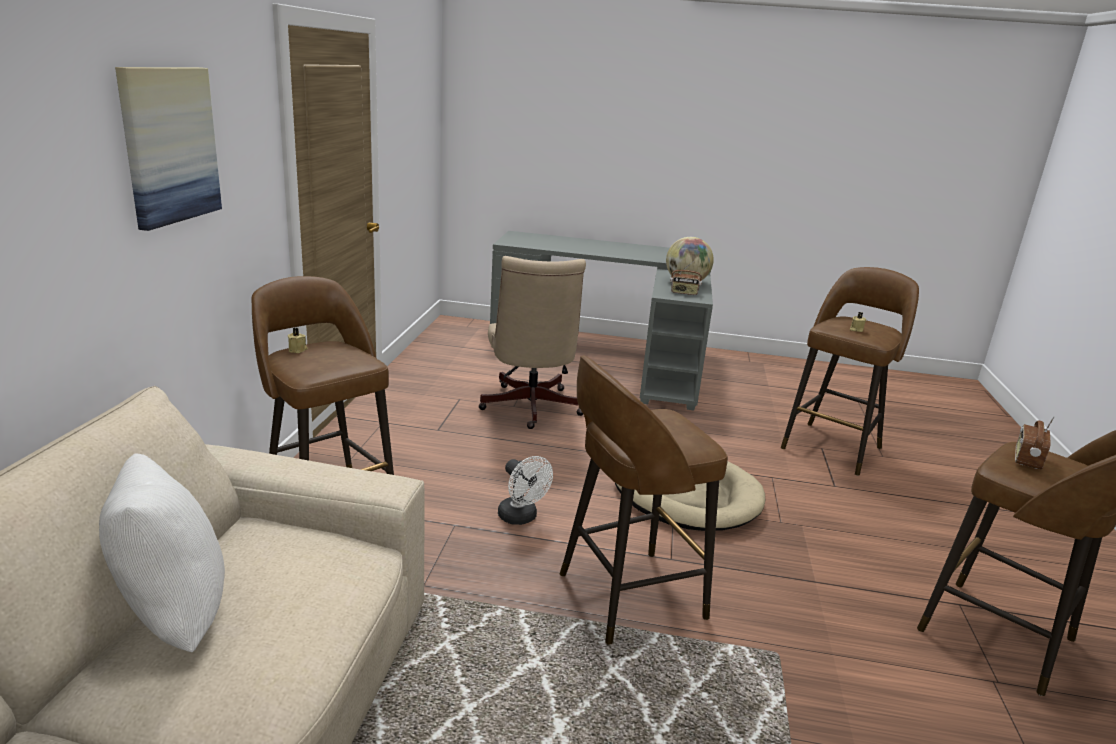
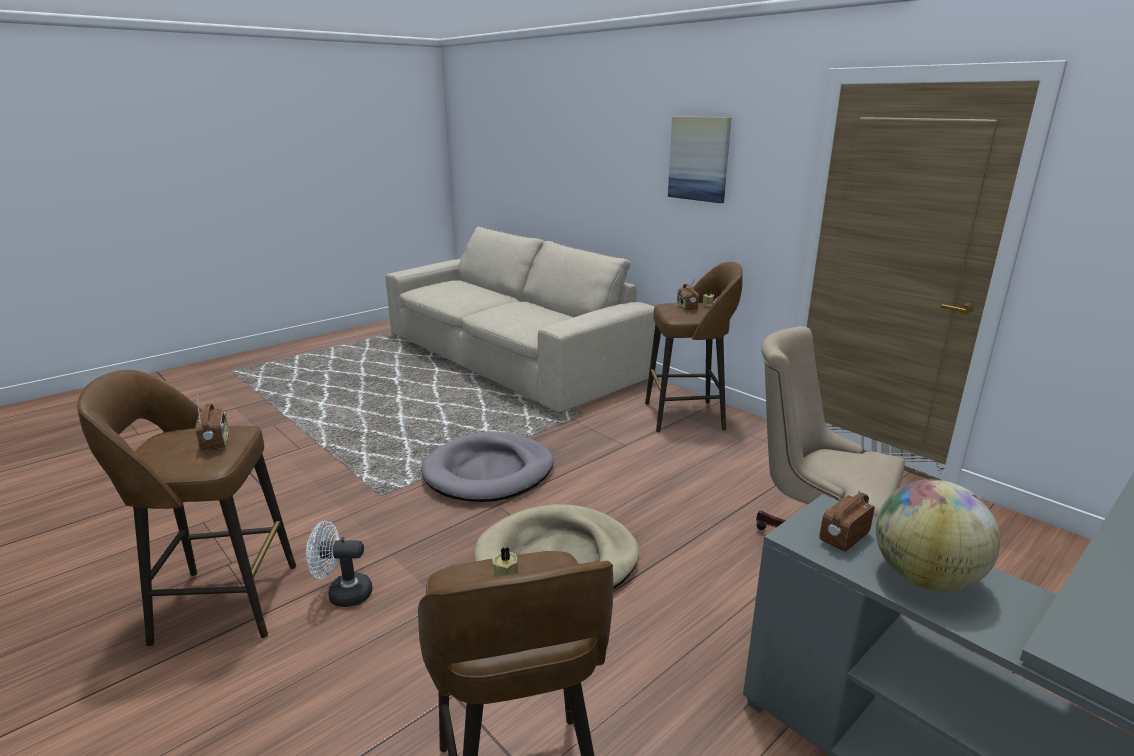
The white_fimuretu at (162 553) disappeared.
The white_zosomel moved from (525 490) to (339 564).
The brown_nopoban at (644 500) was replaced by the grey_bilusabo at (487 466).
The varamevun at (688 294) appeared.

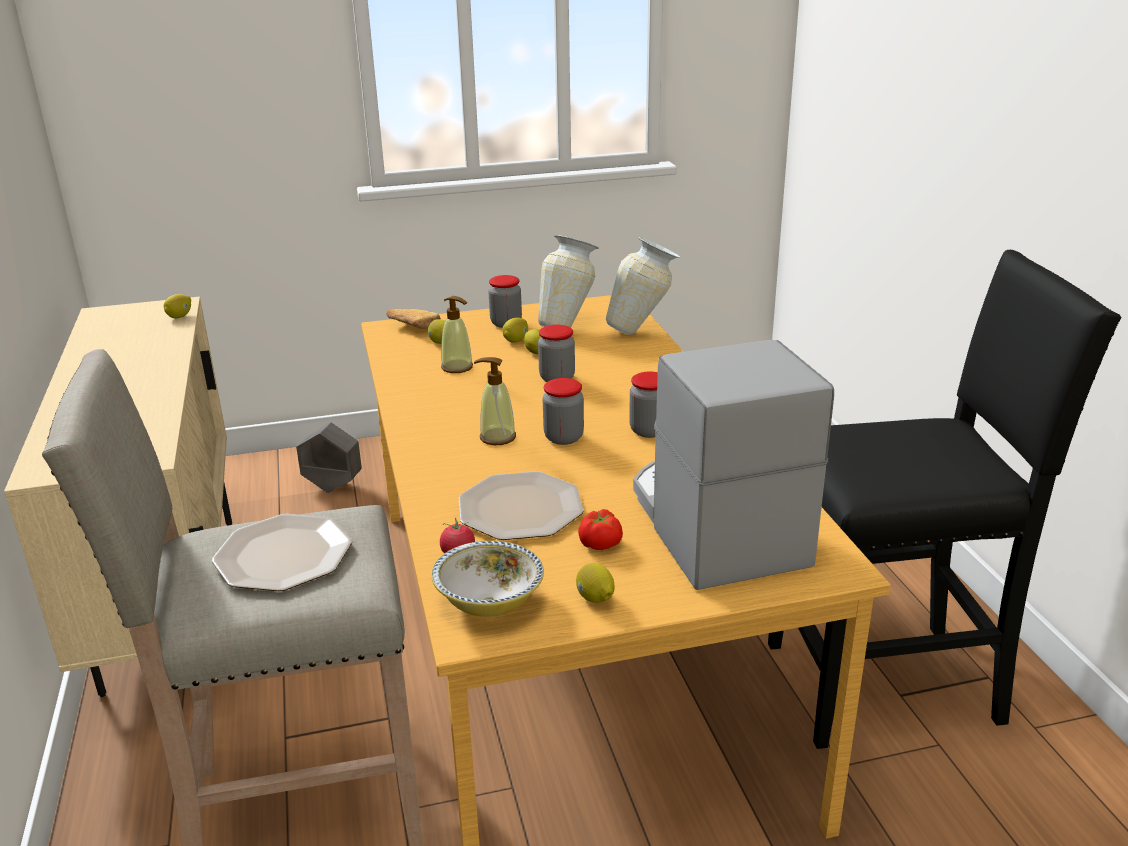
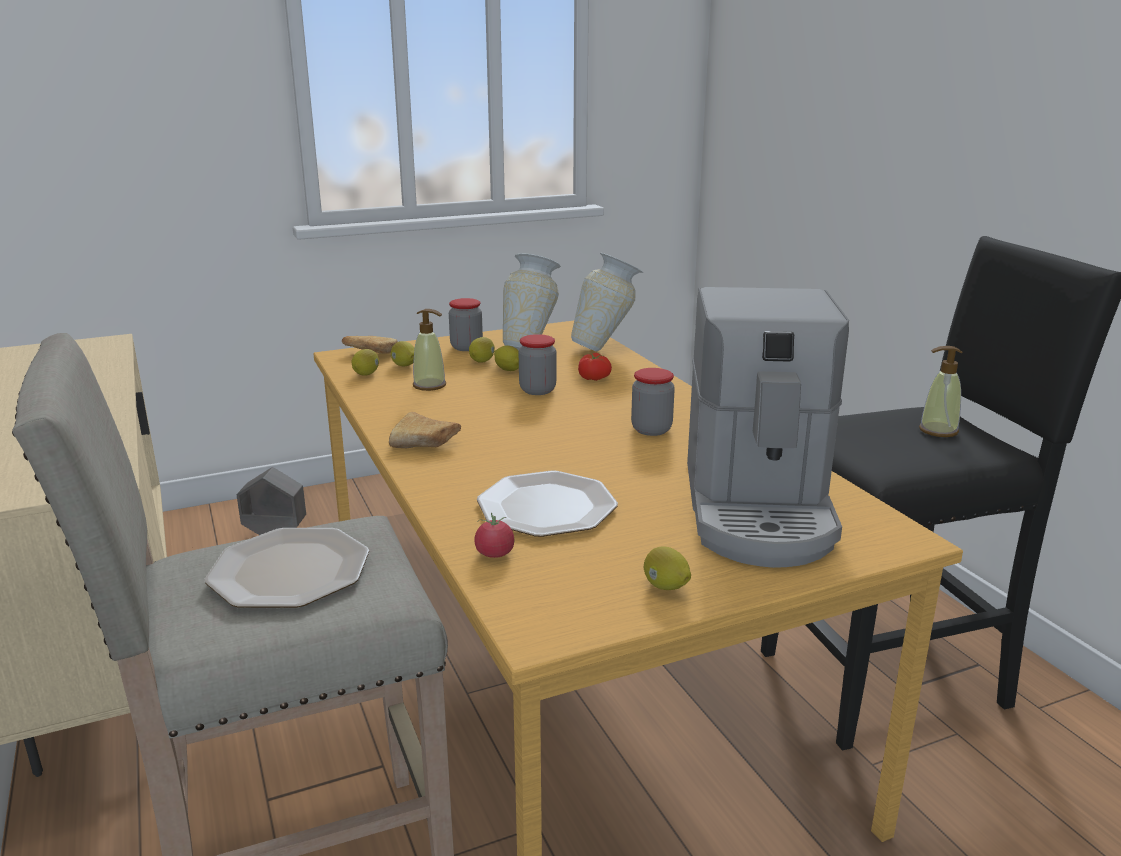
The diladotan moved from (177 306) to (365 362).
The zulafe at (487 579) disappeared.
The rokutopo moved from (495 401) to (940 391).
The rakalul at (563 411) disappeared.
The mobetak moved from (600 529) to (595 367).
The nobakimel at (733 465) turned 150 degrees counterclockwise.
The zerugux at (425 430) appeared.

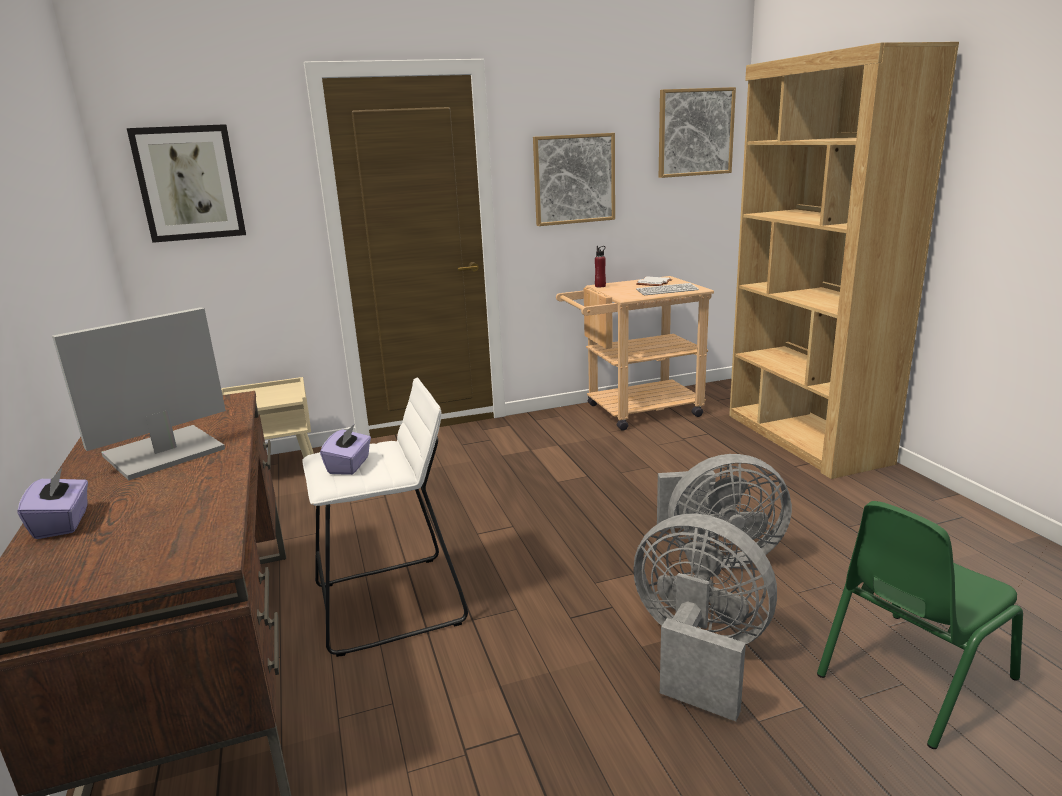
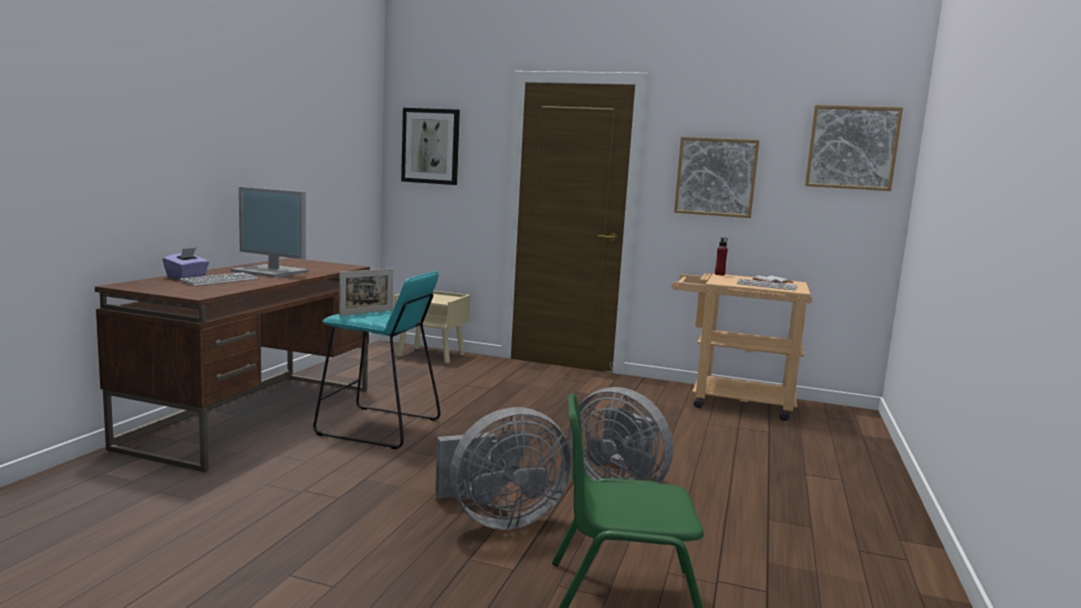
The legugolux at (139 393) turned 150 degrees counterclockwise.
The white_nopoban at (385 517) became the turquoise_nopoban at (376 360).
The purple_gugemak at (345 450) was replaced by the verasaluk at (366 292).
The grey_zosomel at (705 618) turned 90 degrees clockwise.
The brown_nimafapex at (844 260) disappeared.
The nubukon at (218 279) appeared.

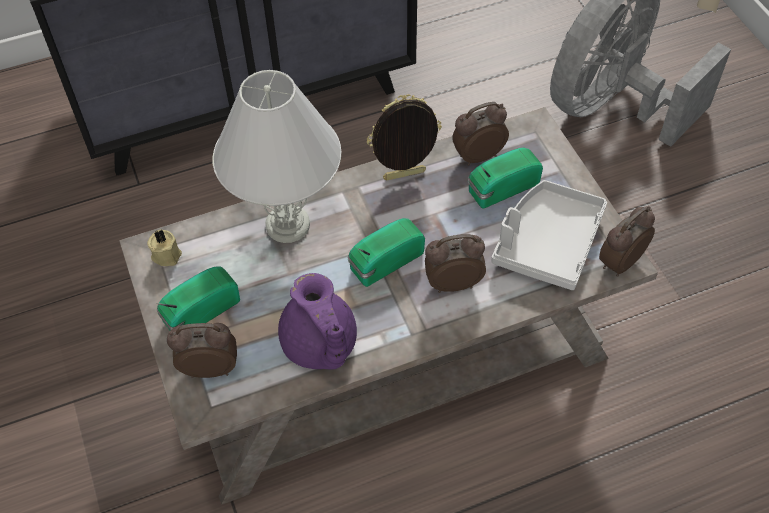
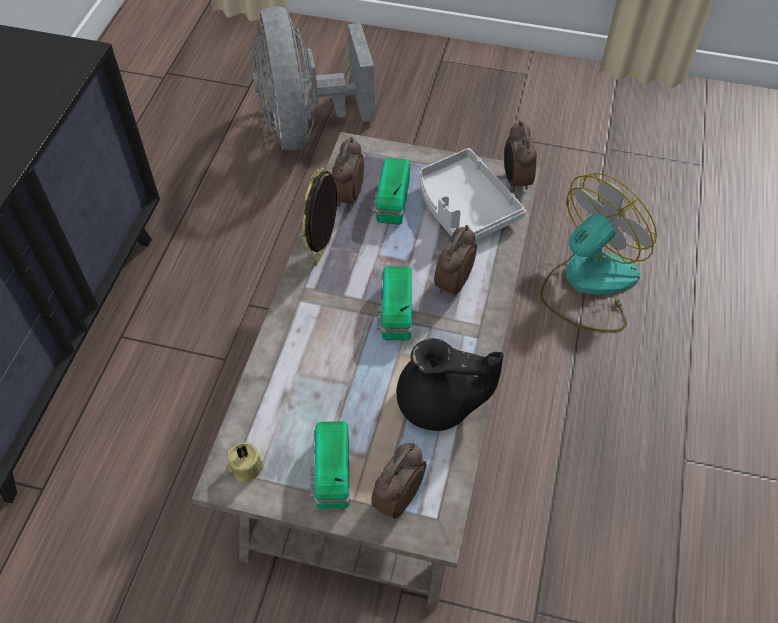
The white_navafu at (276 156) disappeared.
The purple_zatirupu at (317 321) became the black_zatirupu at (450 384).
The zosomel at (598 253) appeared.

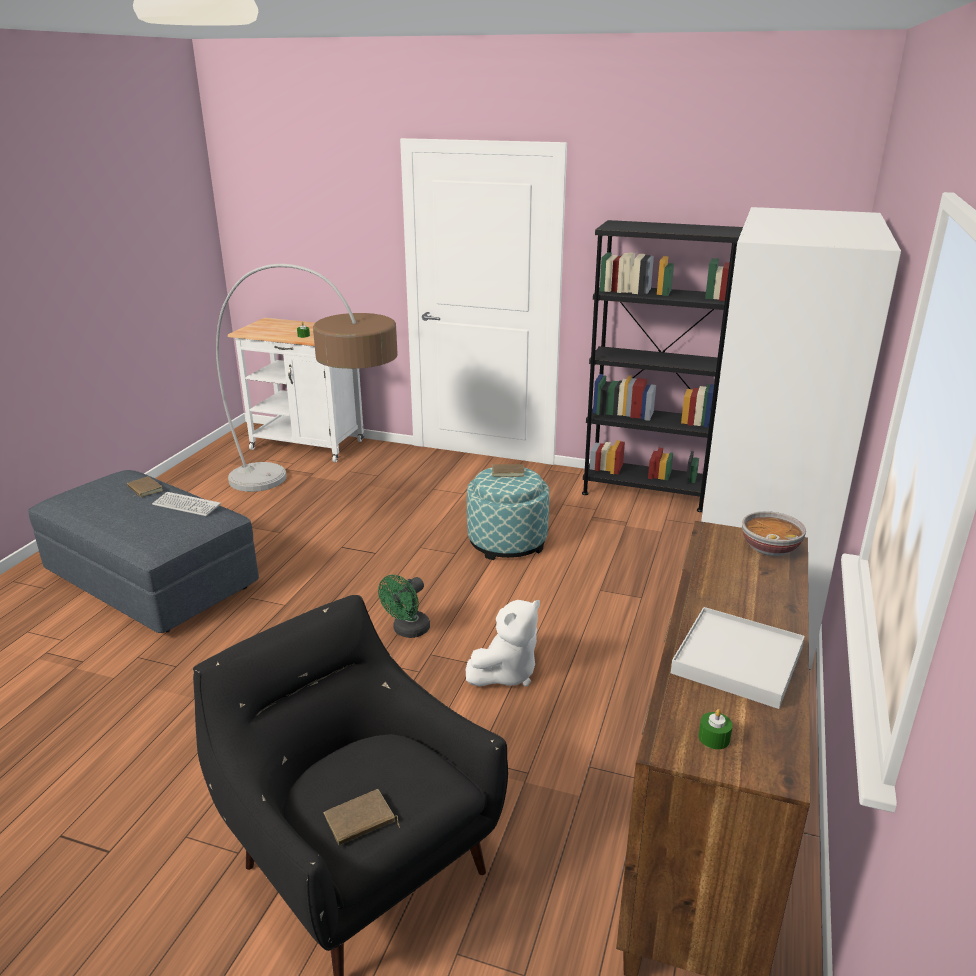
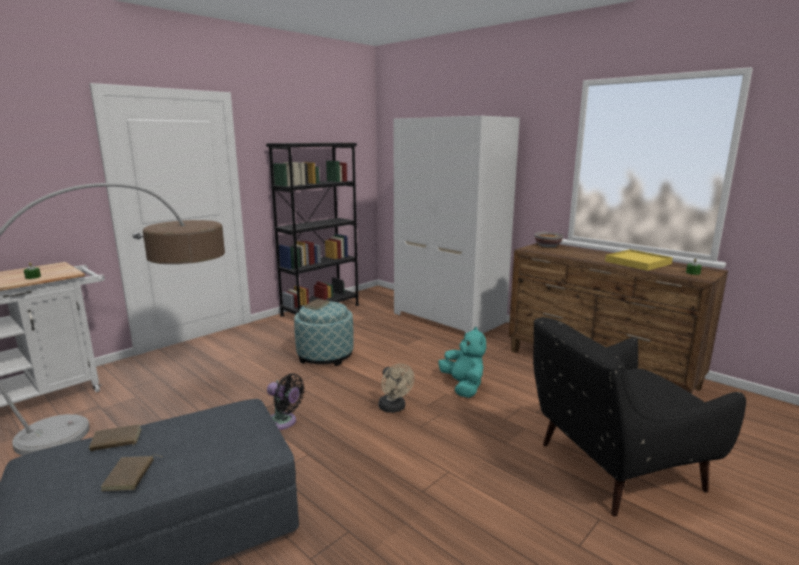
The nubukon at (186 504) disappeared.
The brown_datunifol moved from (361 817) to (131 472).
The green_zosomel at (404 606) became the beige_zosomel at (396 388).
The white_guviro at (503 643) became the turquoise_guviro at (462 362).
The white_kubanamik at (738 658) became the yellow_kubanamik at (639 260).
The black_zosomel at (286 401) appeared.

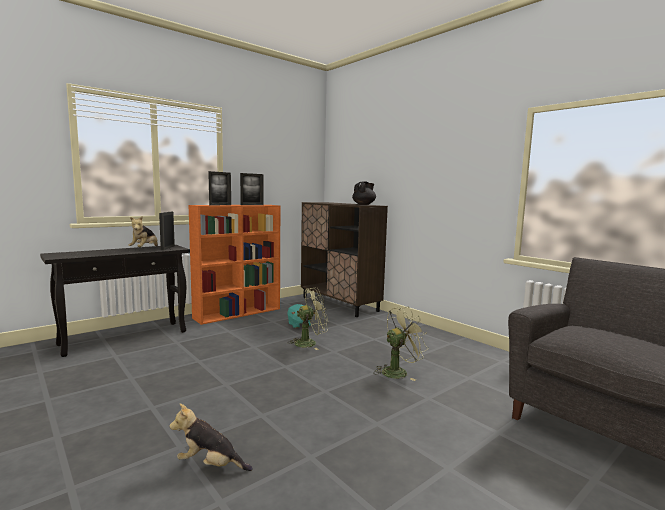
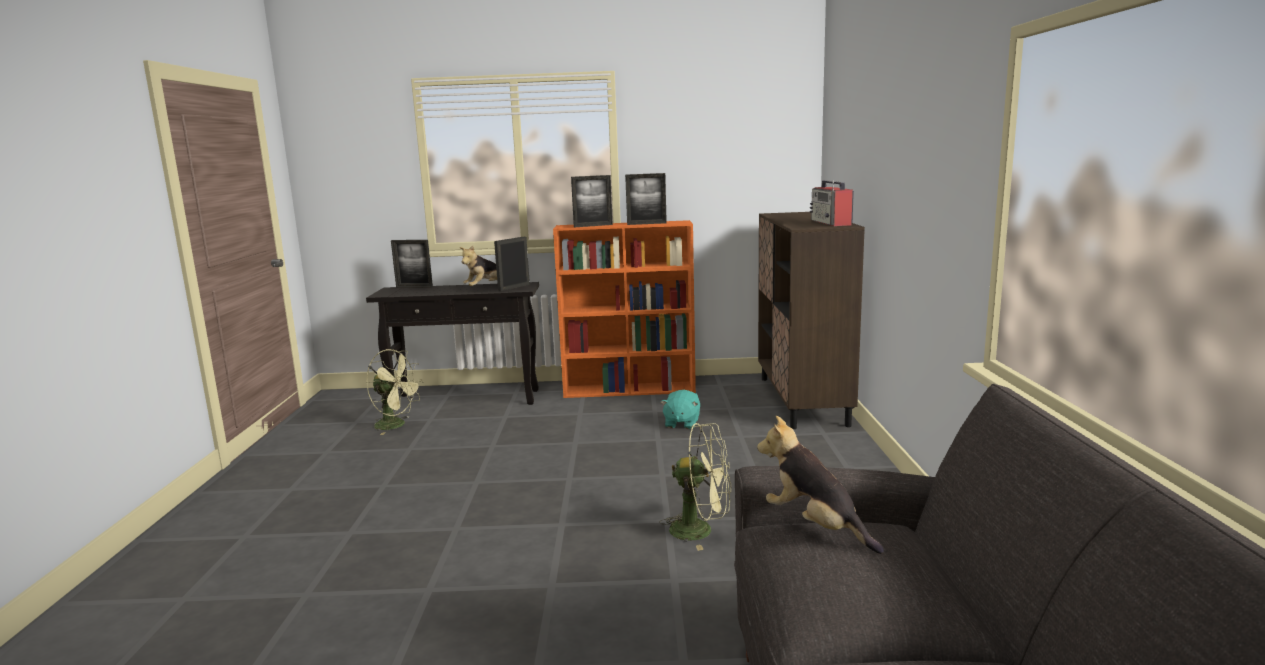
The guviro moved from (211 437) to (820 484).
The green_zosomel moved from (307 318) to (394 392).
The black_zatirupu at (364 193) was replaced by the varamevun at (832 203).
The verasaluk at (412 264) appeared.

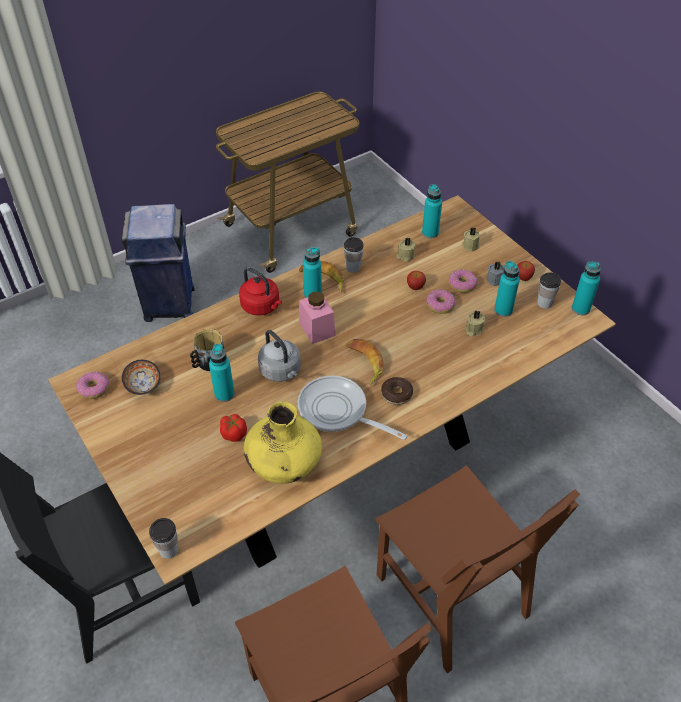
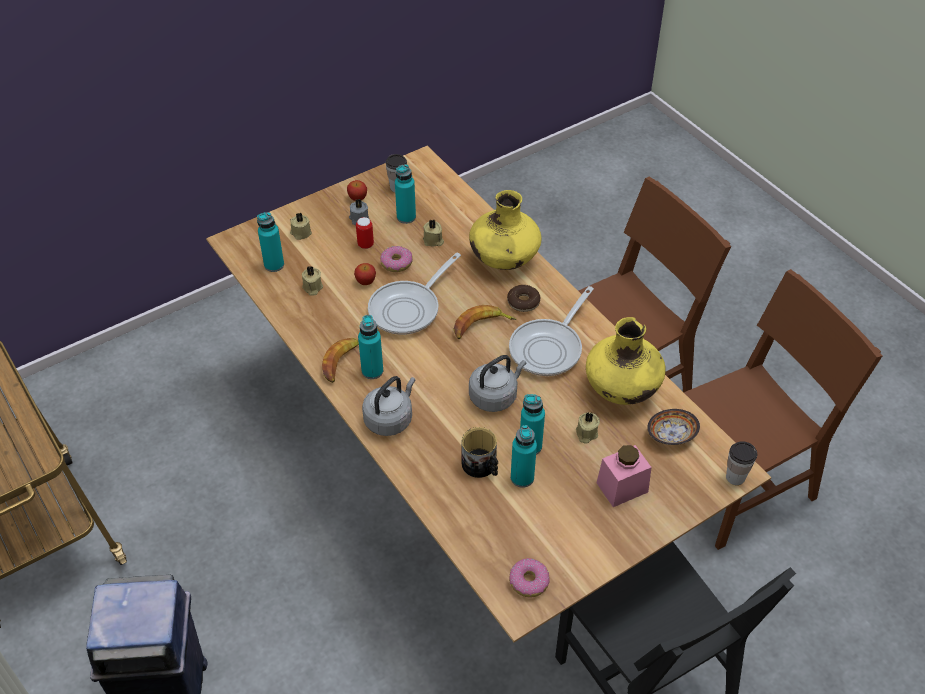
The zulafe moved from (141 377) to (673 427).
The mobetak at (233 428) was replaced by the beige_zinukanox at (588 428).
The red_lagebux at (260 291) became the grey_lagebux at (389 406).
The pink_rakalul moved from (317 318) to (624 476).
The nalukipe at (354 255) disappeared.
The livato at (463 281) was replaced by the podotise at (365 233).
The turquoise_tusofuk moved from (586 288) to (524 456).
The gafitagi at (414 294) appeared.
The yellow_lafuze at (505 230) appeared.

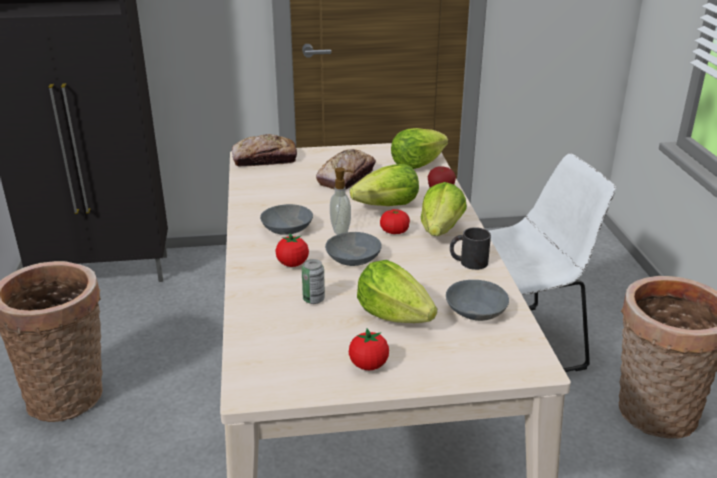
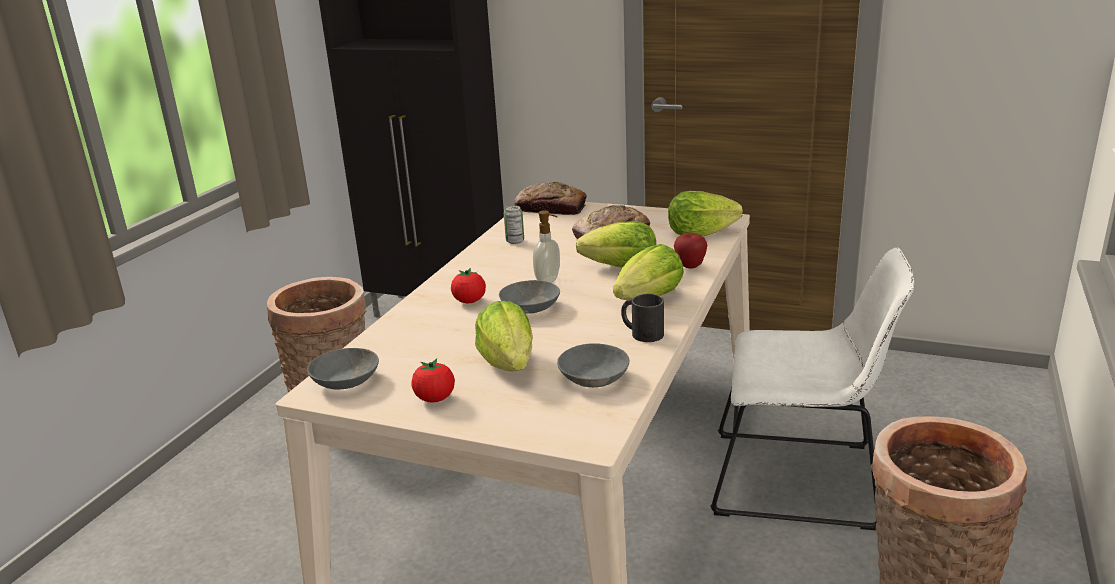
The grey_zulafe moved from (286 219) to (343 369).
The podotise moved from (313 281) to (514 224).
The mobetak at (395 221) disappeared.

